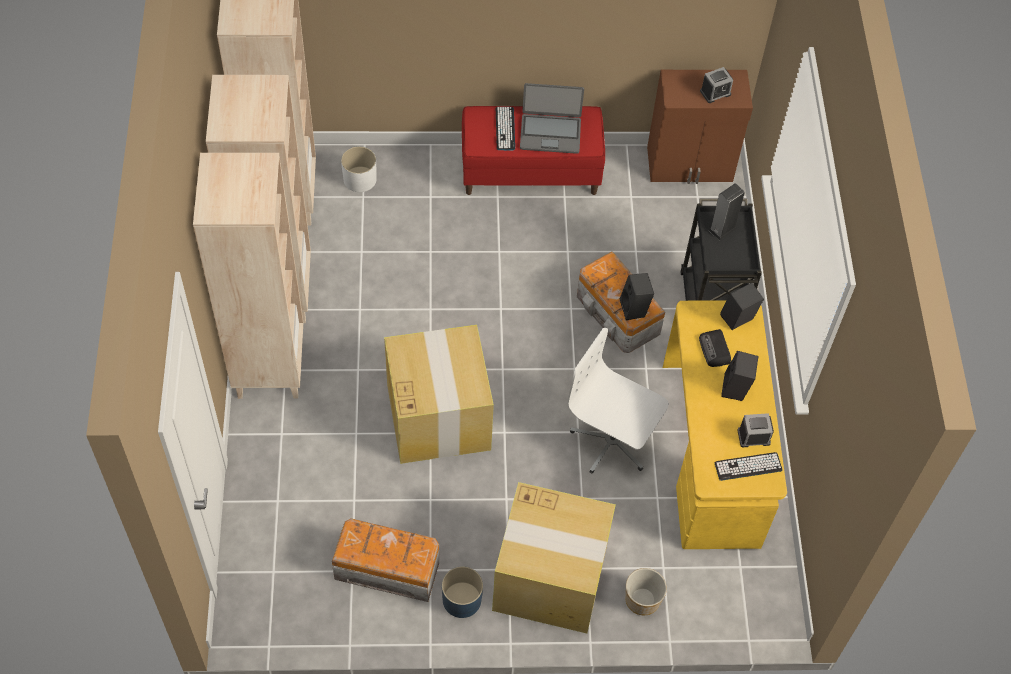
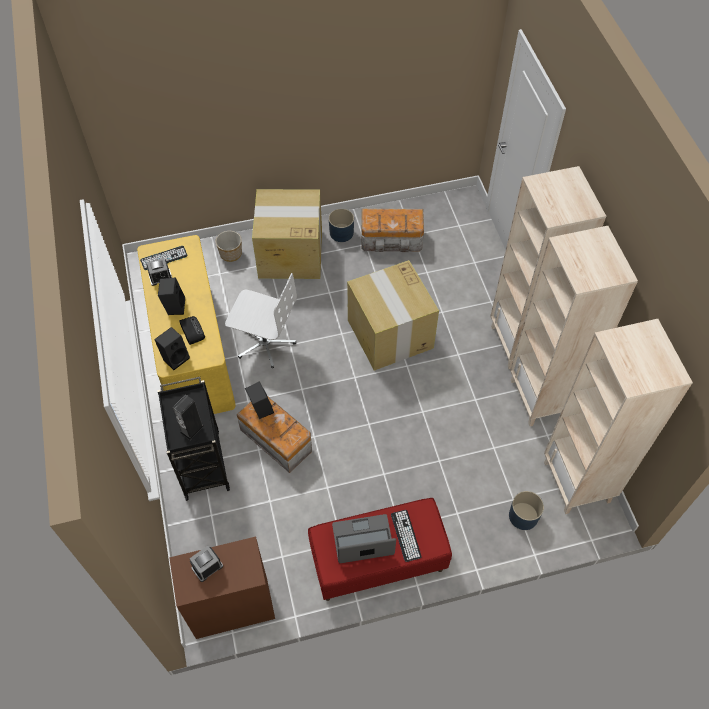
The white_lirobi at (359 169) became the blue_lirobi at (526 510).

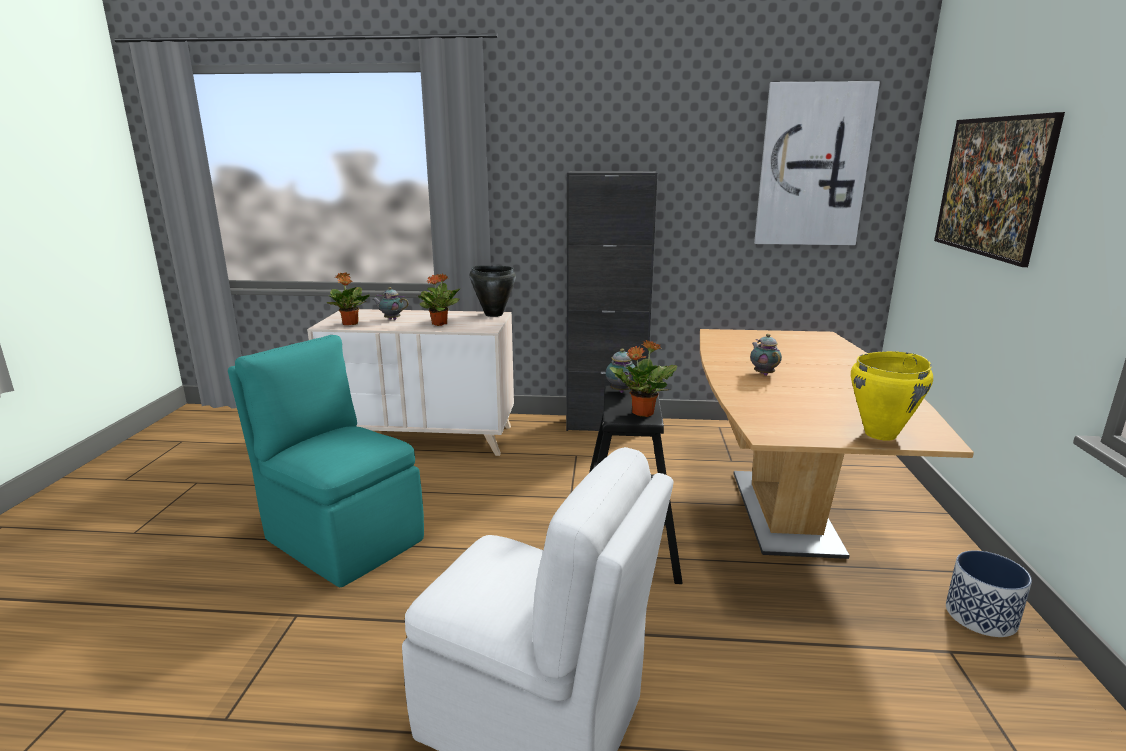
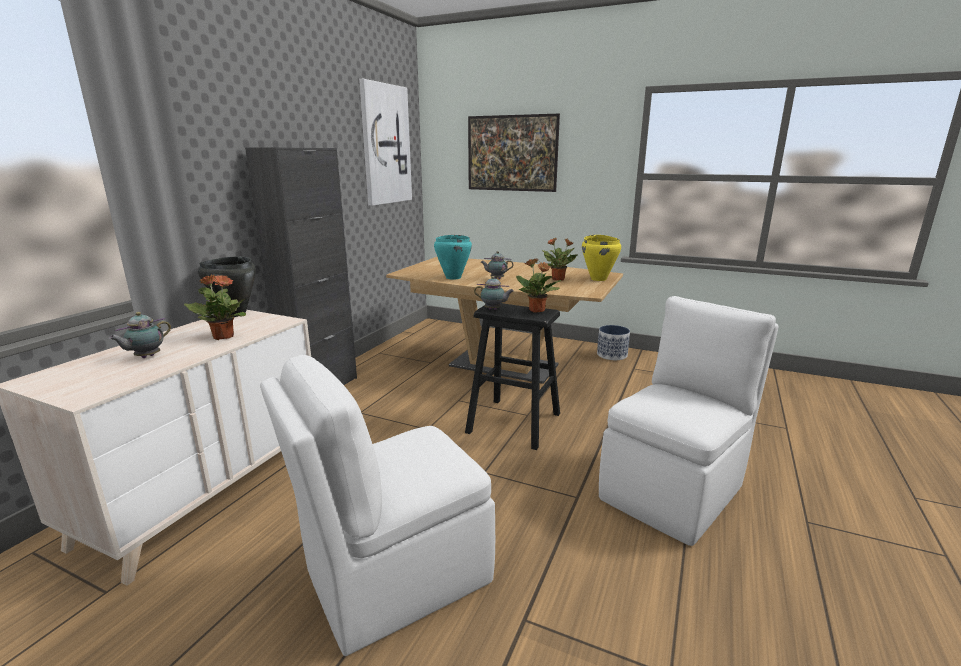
The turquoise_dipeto at (326 461) became the white_dipeto at (377 505).
The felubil moved from (348 298) to (560 258).
The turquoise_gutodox at (453 257) appeared.

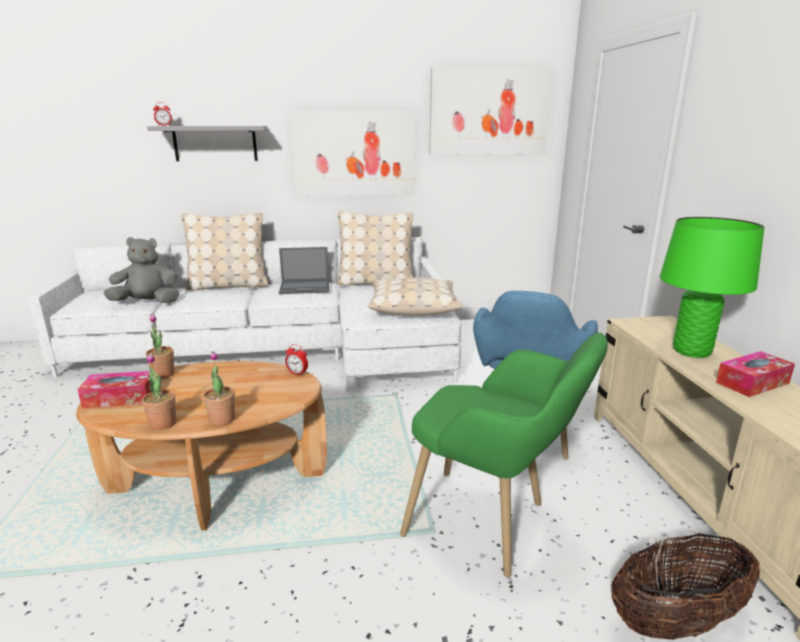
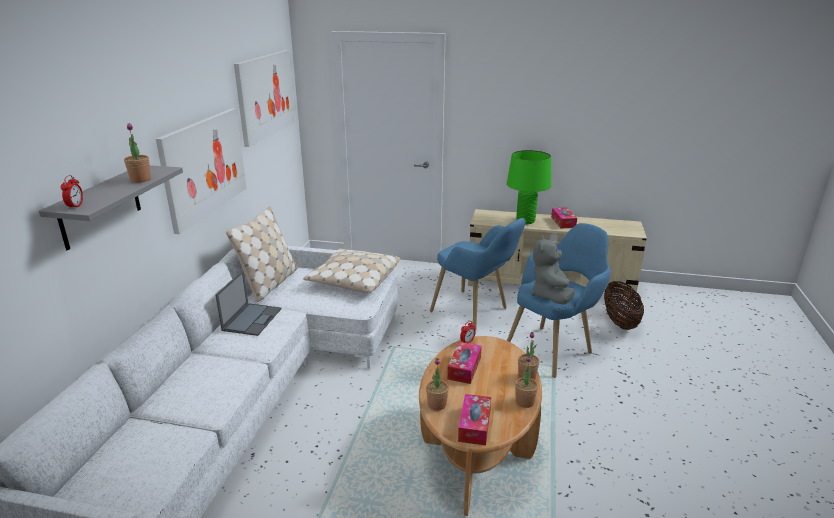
The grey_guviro moved from (141 270) to (553 269).
The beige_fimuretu at (225 251) disappeared.
The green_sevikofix at (504 455) became the blue_sevikofix at (559 300).
The felubil at (137 153) appeared.
The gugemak at (464 363) appeared.

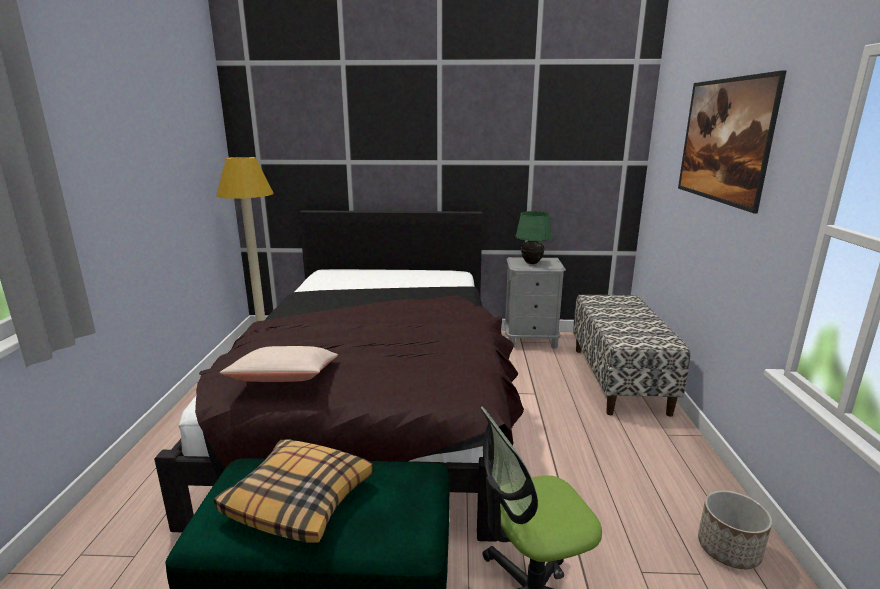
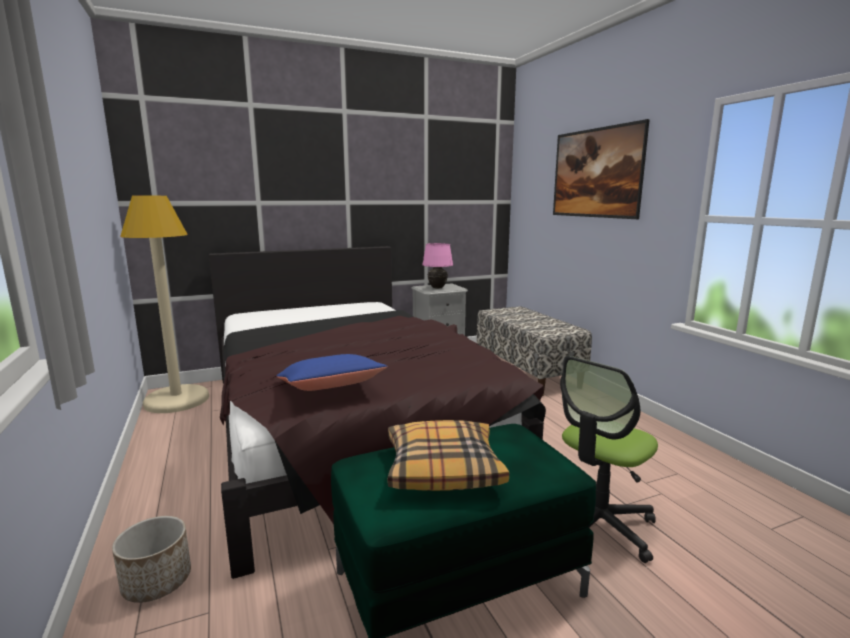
The beige_fimuretu at (279 364) became the blue_fimuretu at (332 372).
The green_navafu at (534 237) became the pink_navafu at (437 266).
The lirobi moved from (735 529) to (151 559).

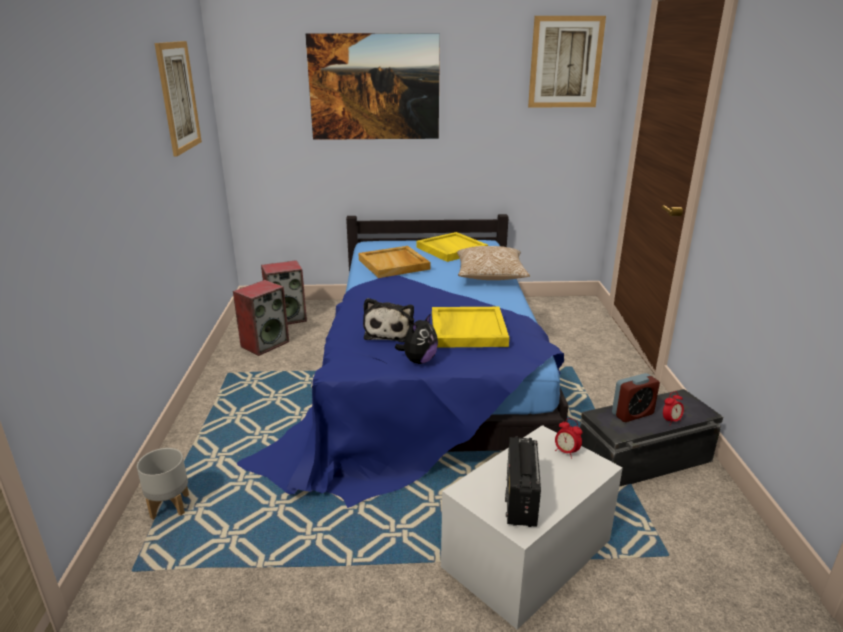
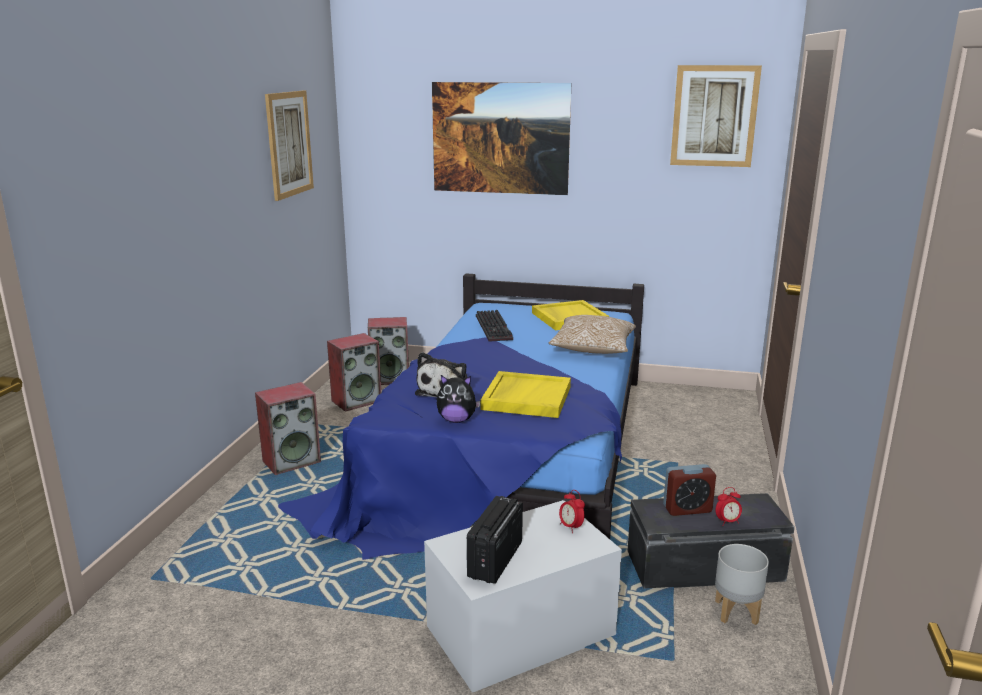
The grey_lirobi moved from (163 484) to (742 584).
The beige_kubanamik at (394 262) was replaced by the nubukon at (494 326).
The guviro at (416 338) turned 45 degrees clockwise.
The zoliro at (288 428) appeared.

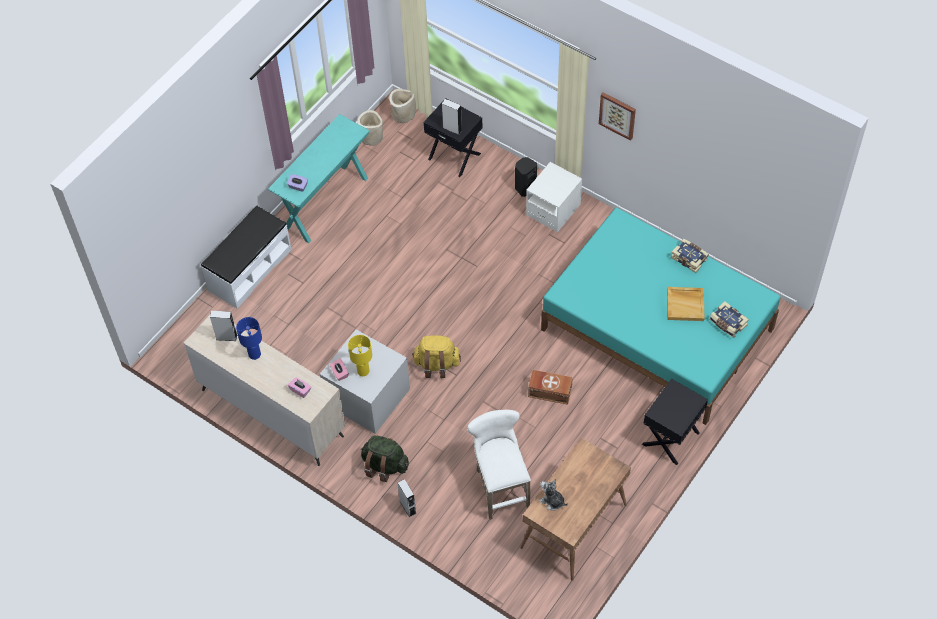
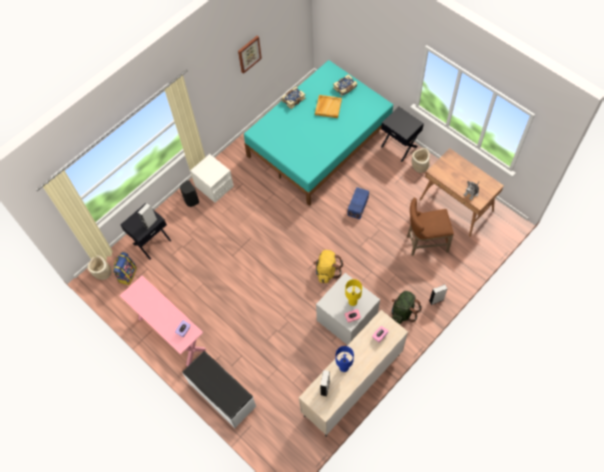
The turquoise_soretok at (319 178) became the pink_soretok at (162 321).
The beige_lirobi moved from (370 128) to (421 160).
The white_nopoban at (499 465) became the brown_nopoban at (430 227).
The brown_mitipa at (550 387) became the blue_mitipa at (358 203).
The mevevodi moved from (617 117) to (250 55).
The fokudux at (125 268) appeared.

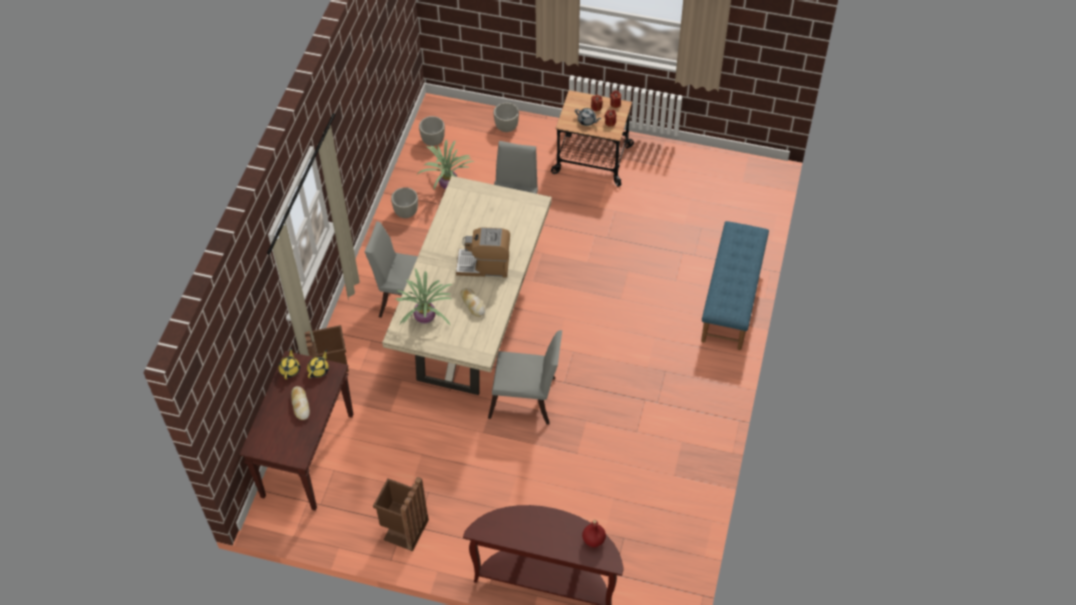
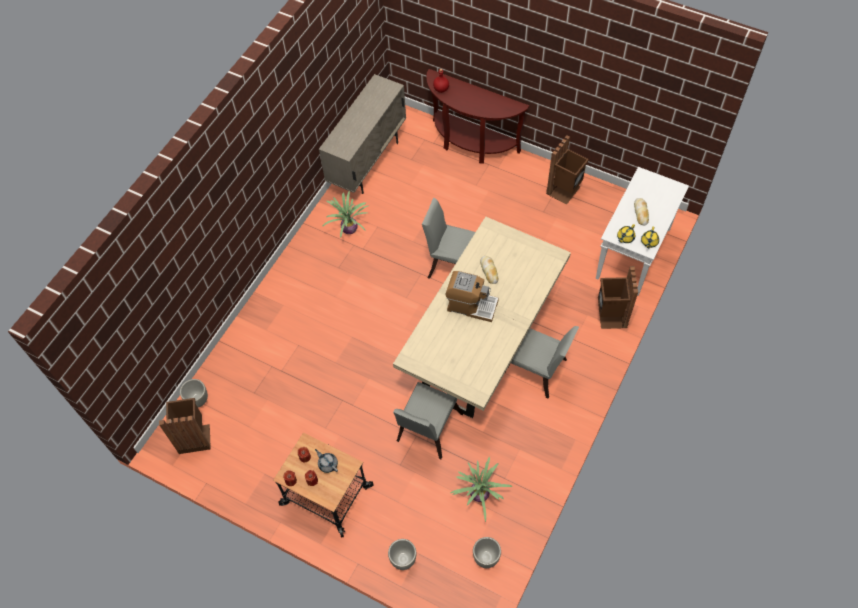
The brown_soretok at (296 431) became the white_soretok at (642 231).
The grey_lirobi moved from (404 202) to (194 393).
The felubil moved from (424 297) to (345 215).
The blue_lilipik at (735 285) disappeared.
The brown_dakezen at (185 426) appeared.
The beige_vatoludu at (362 134) appeared.

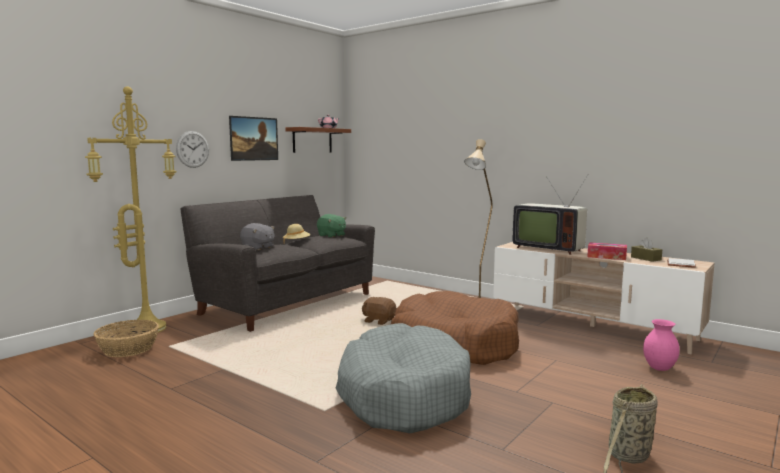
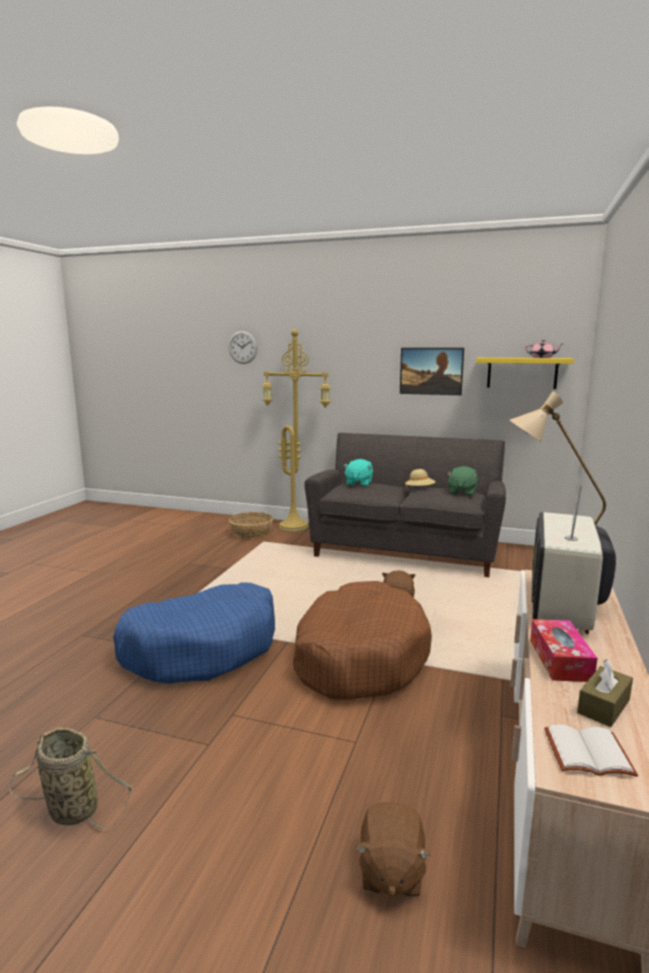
The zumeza moved from (192 149) to (243 347).
The grey_guviro at (257 236) became the turquoise_guviro at (358 473).
The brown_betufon at (318 140) became the yellow_betufon at (525 373).
The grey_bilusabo at (403 378) became the blue_bilusabo at (194 633).
The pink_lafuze at (661 345) was replaced by the brown_guviro at (393 849).

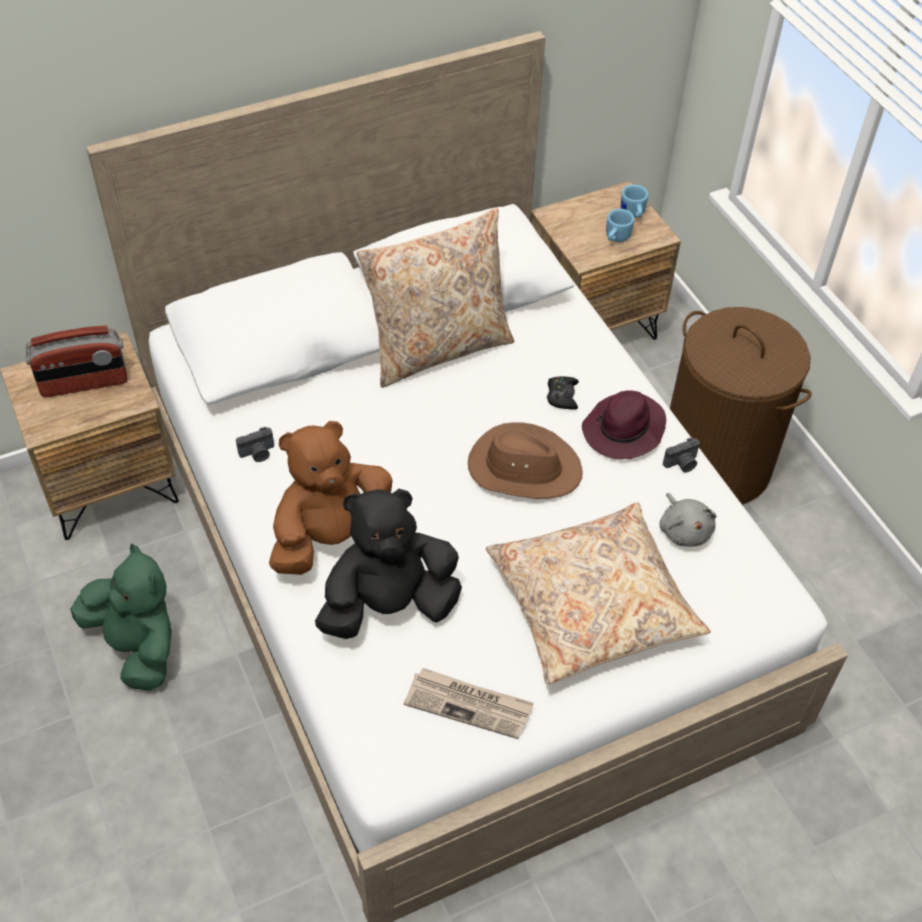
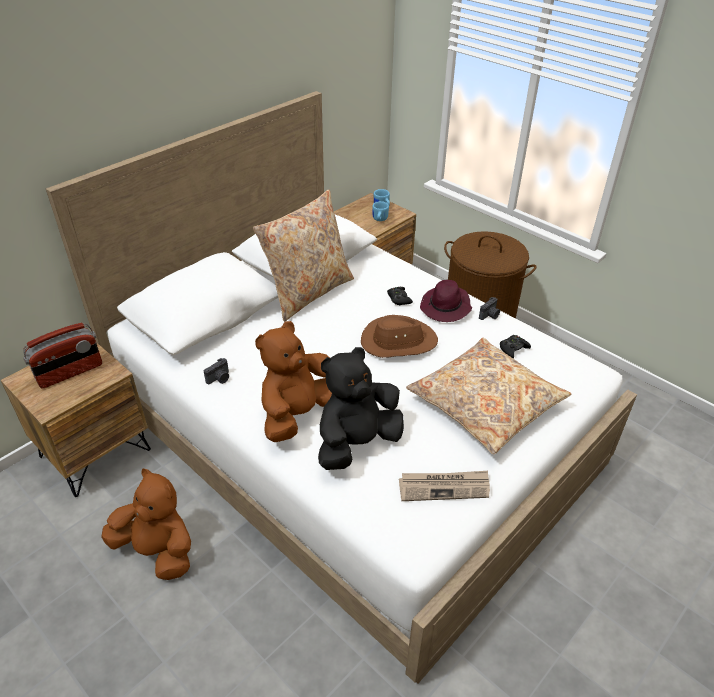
The green_guviro at (120 617) became the brown_guviro at (146 524).
The grey_guviro at (688 520) was replaced by the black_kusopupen at (515 346).

